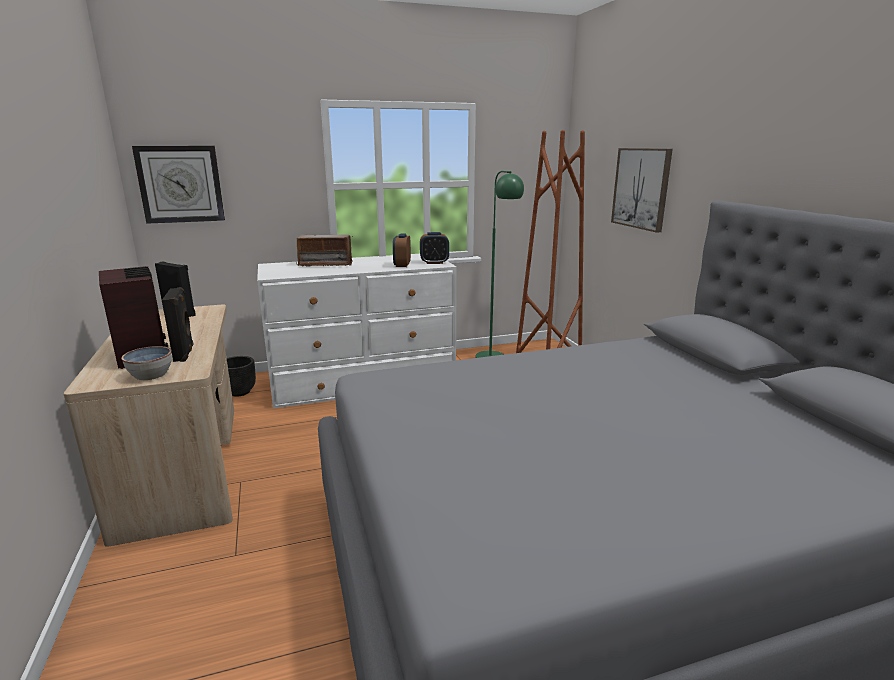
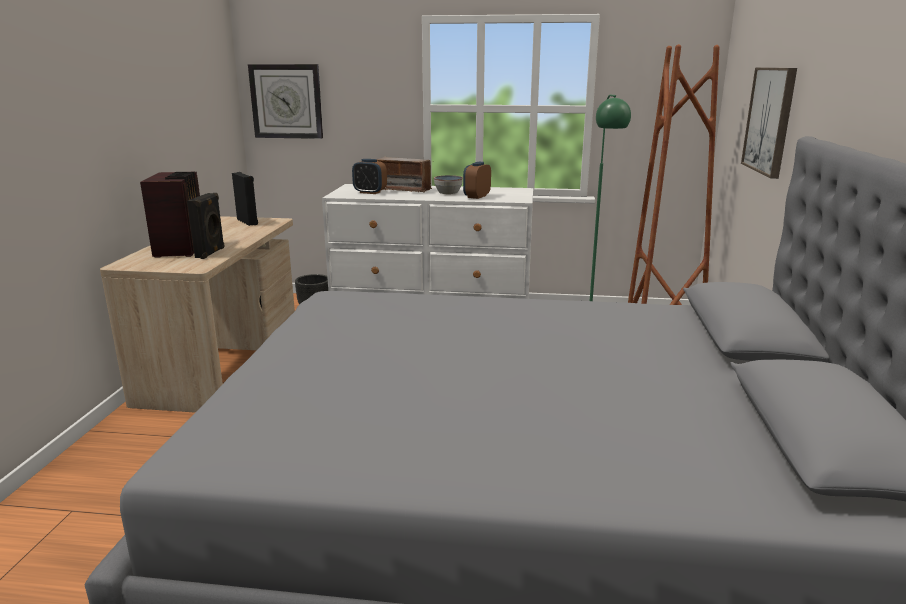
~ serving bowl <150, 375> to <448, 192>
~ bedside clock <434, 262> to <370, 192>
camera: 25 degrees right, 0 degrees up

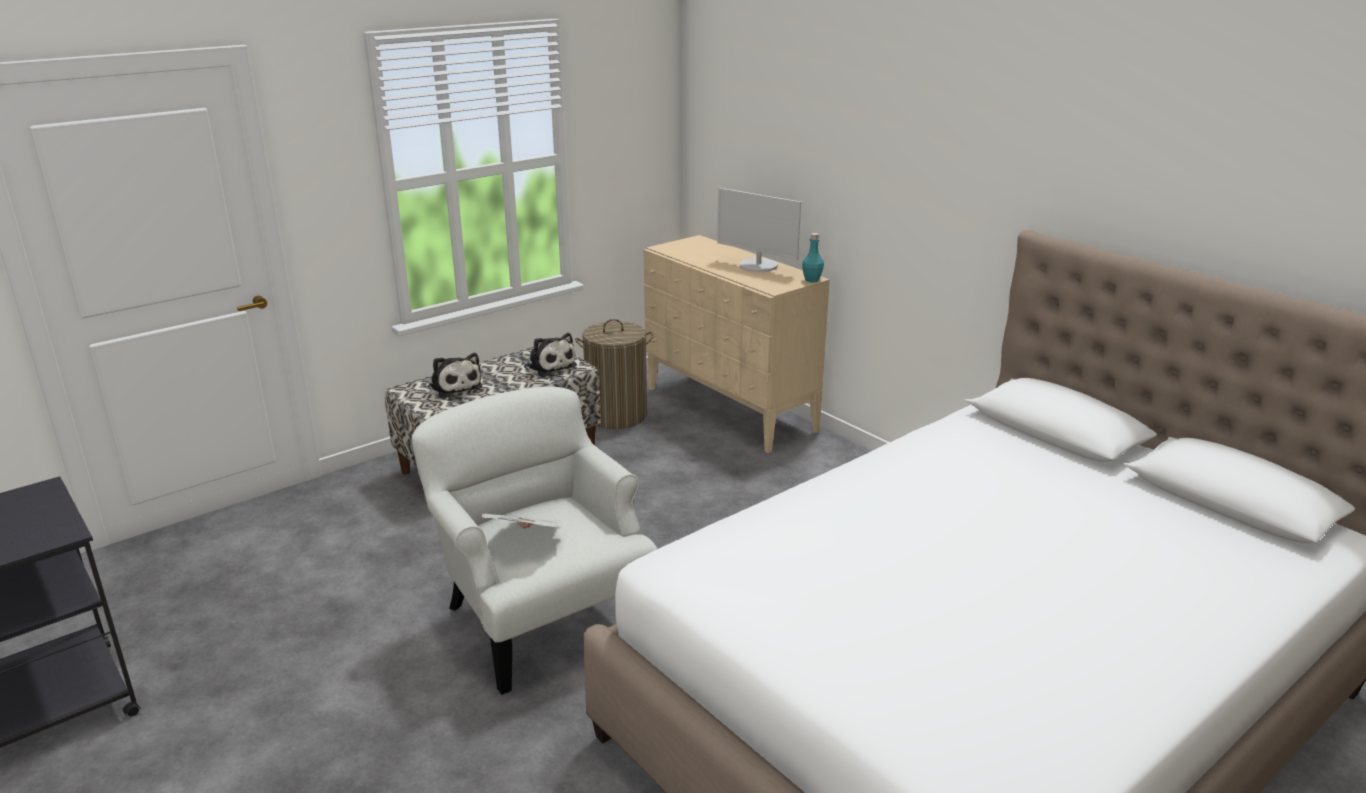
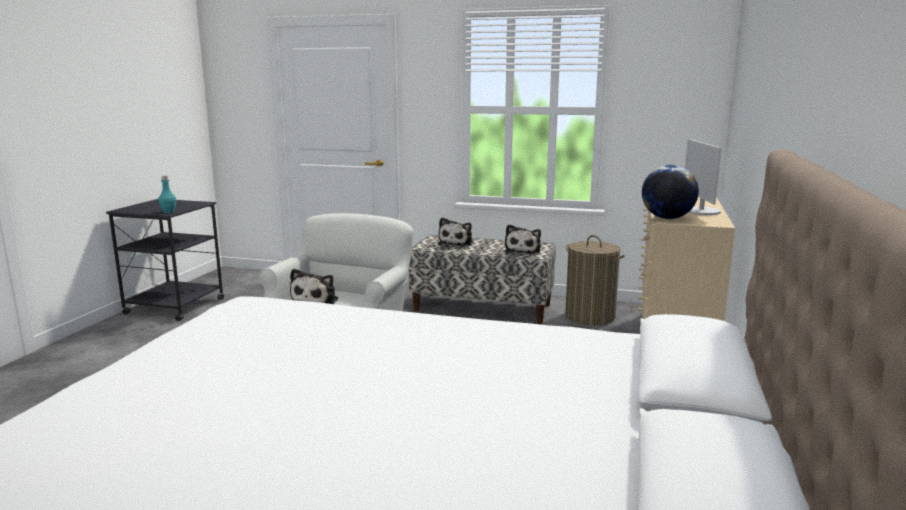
~ daily paper <528, 539> to cuddly toy <316, 301>
~ turquoise-coloured bottle <812, 280> to <168, 212>
+ desk globe <667, 218>
camera: 55 degrees right, 10 degrees down

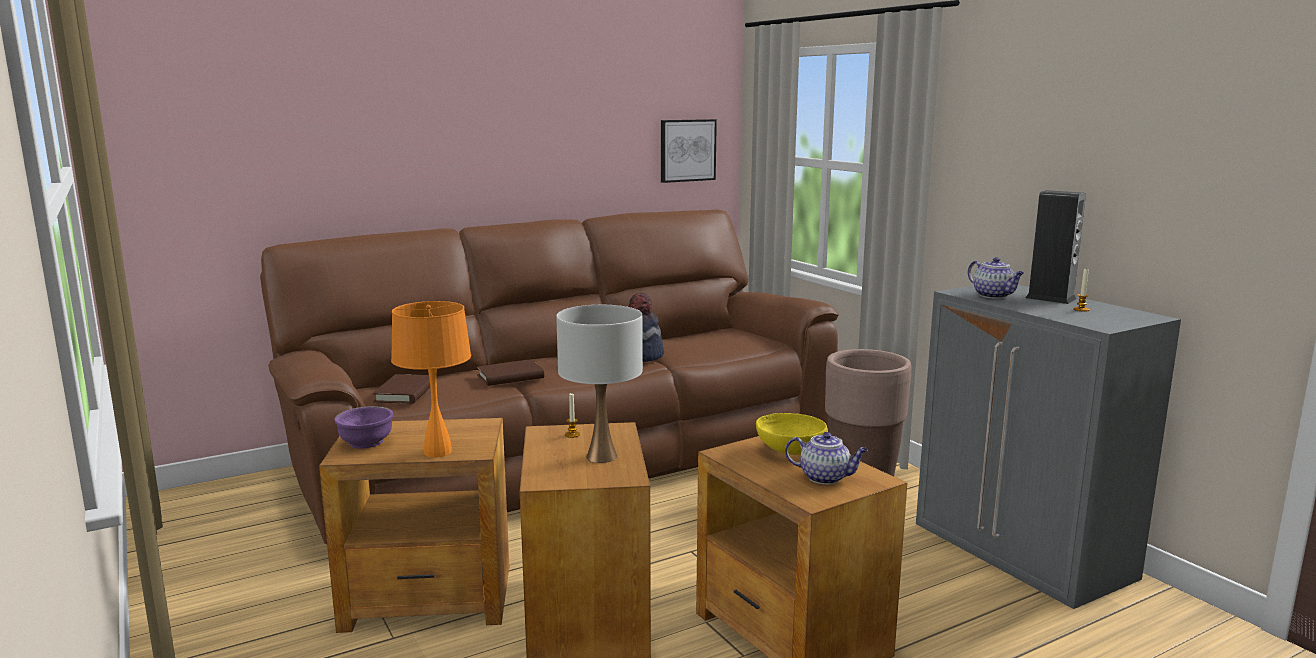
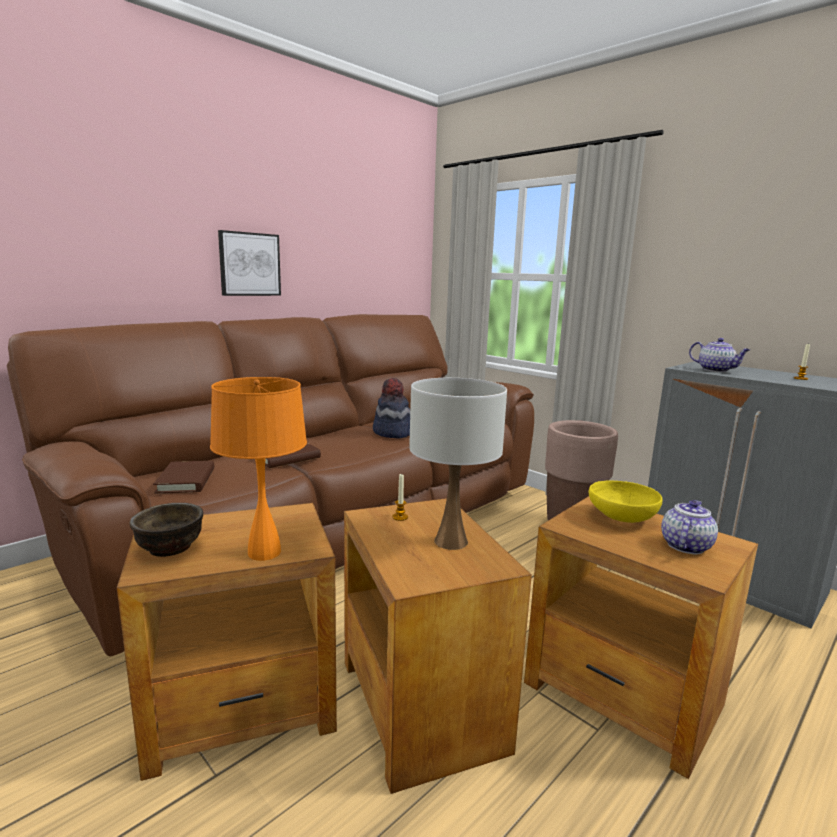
~ purplish serving bowl <367, 442> to brown serving bowl <170, 547>
~ wall picture <687, 150> to <249, 264>
~ teapot <825, 477> = <685, 545> 60 degrees counterclockwise
- audio speaker <1050, 298>
camera: 15 degrees left, 0 degrees up

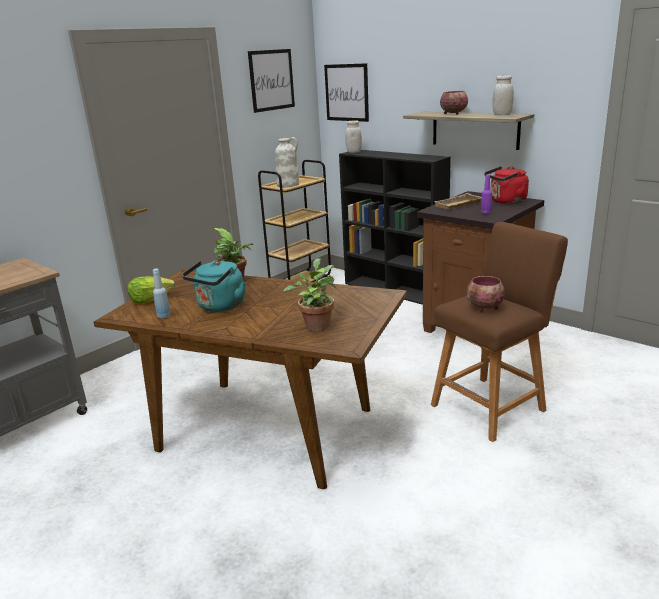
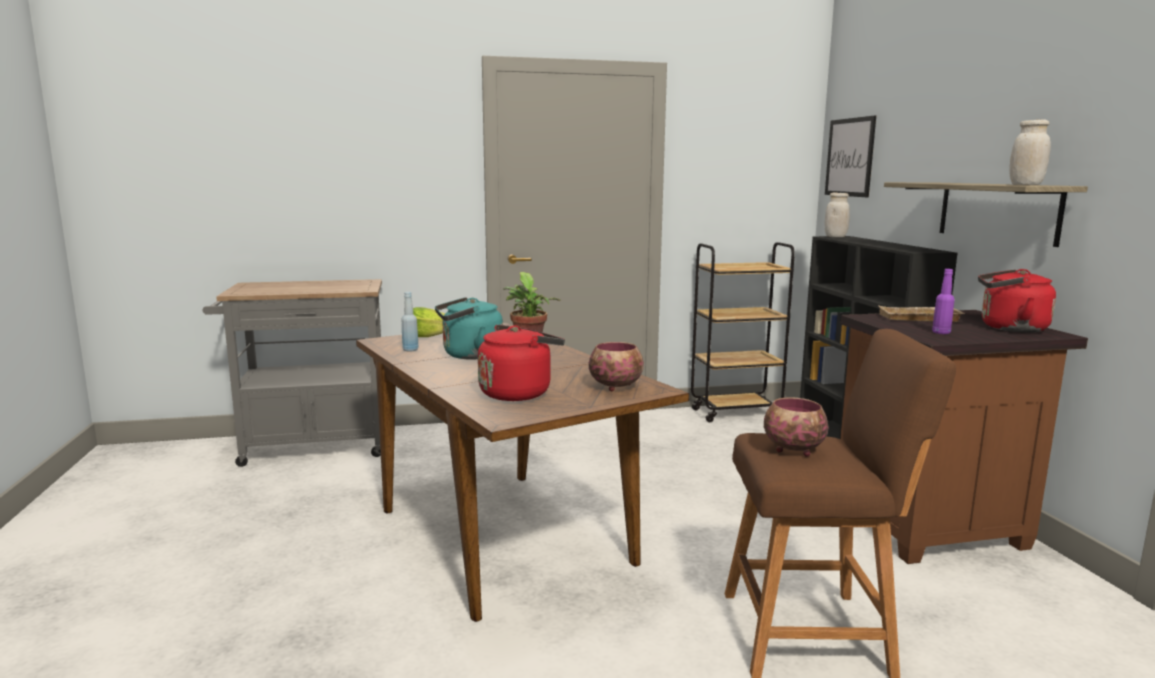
- wall picture <271, 80>
- white-coloured vase <288, 185>
~ potted plant <316, 324> to red-coloured kettle <518, 393>
~ serving bowl <453, 113> to <616, 387>
camera: 35 degrees right, 10 degrees down

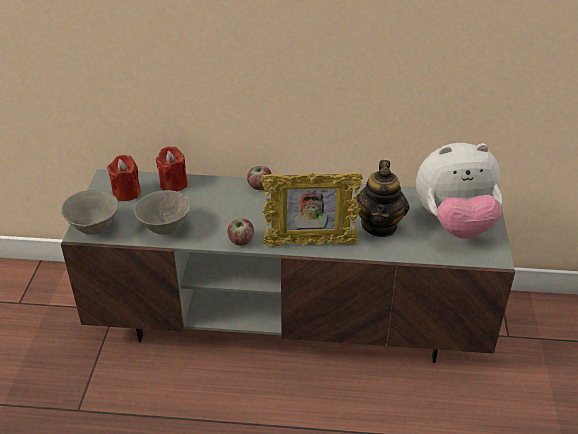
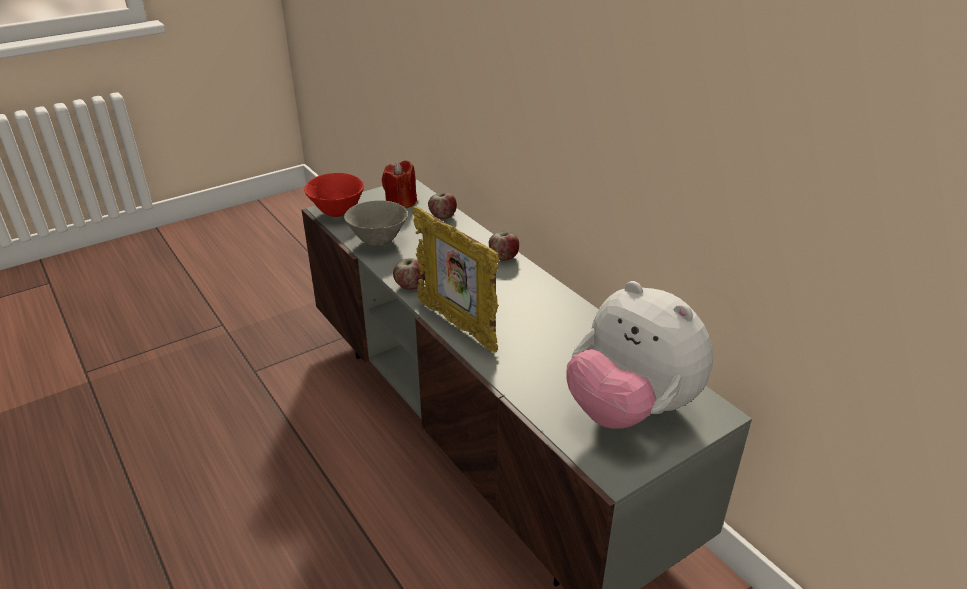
~ greyish serving bowl <95, 228> to red-coloured serving bowl <337, 212>
~ red-coloured wax candle <173, 184> to apple <443, 216>
- teapot <379, 225>
camera: 50 degrees right, 5 degrees down

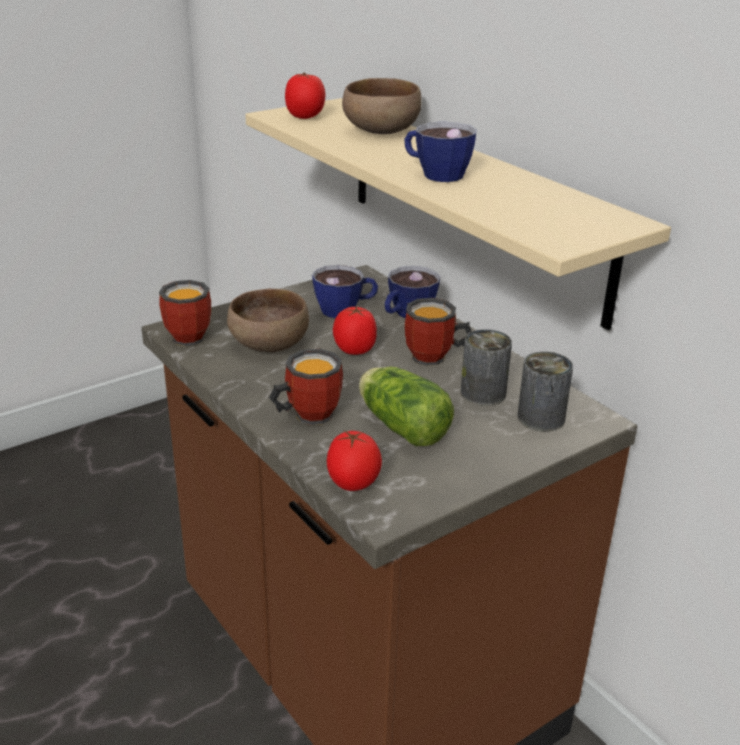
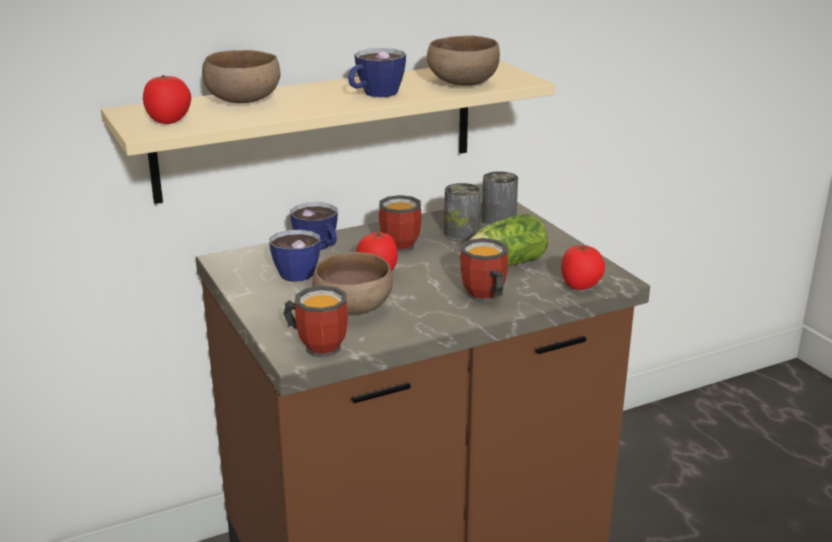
+ brown serving bowl <461, 84>
camera: 80 degrees left, 5 degrees down

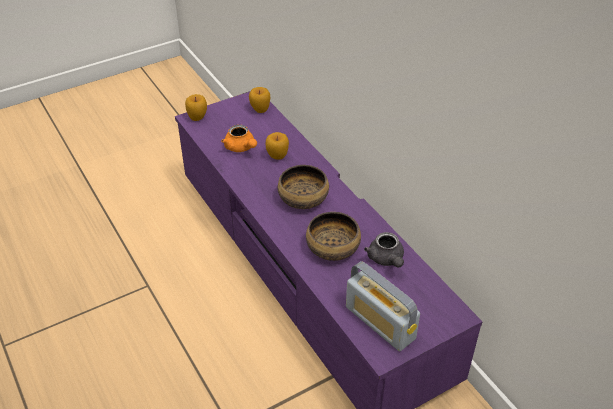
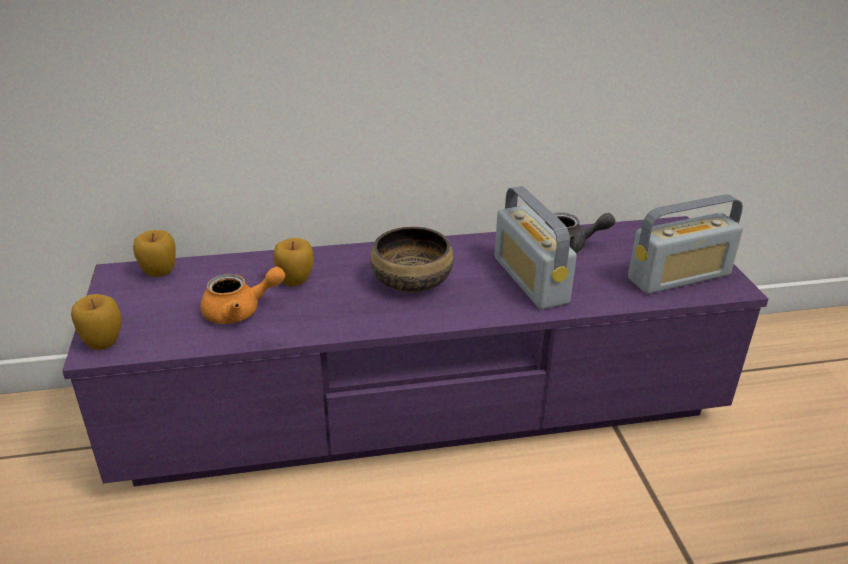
~ serving bowl <332, 248> to radio set <530, 280>
camera: 70 degrees left, 10 degrees down

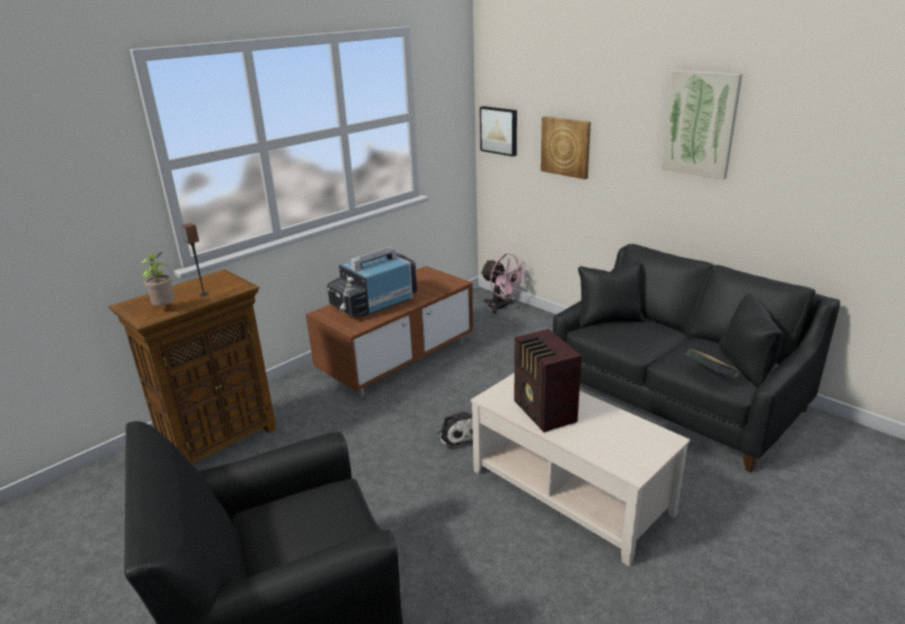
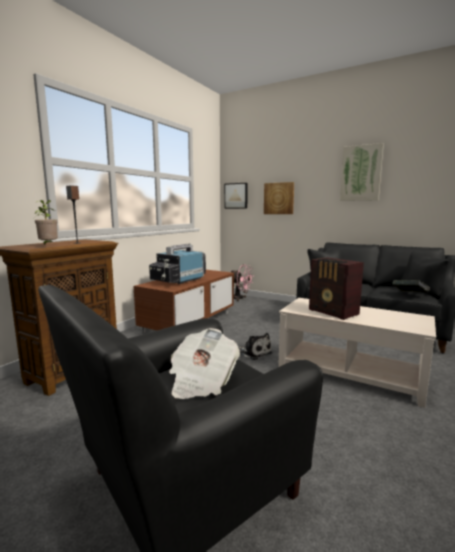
+ daily paper <201, 381>
camera: 15 degrees left, 15 degrees down

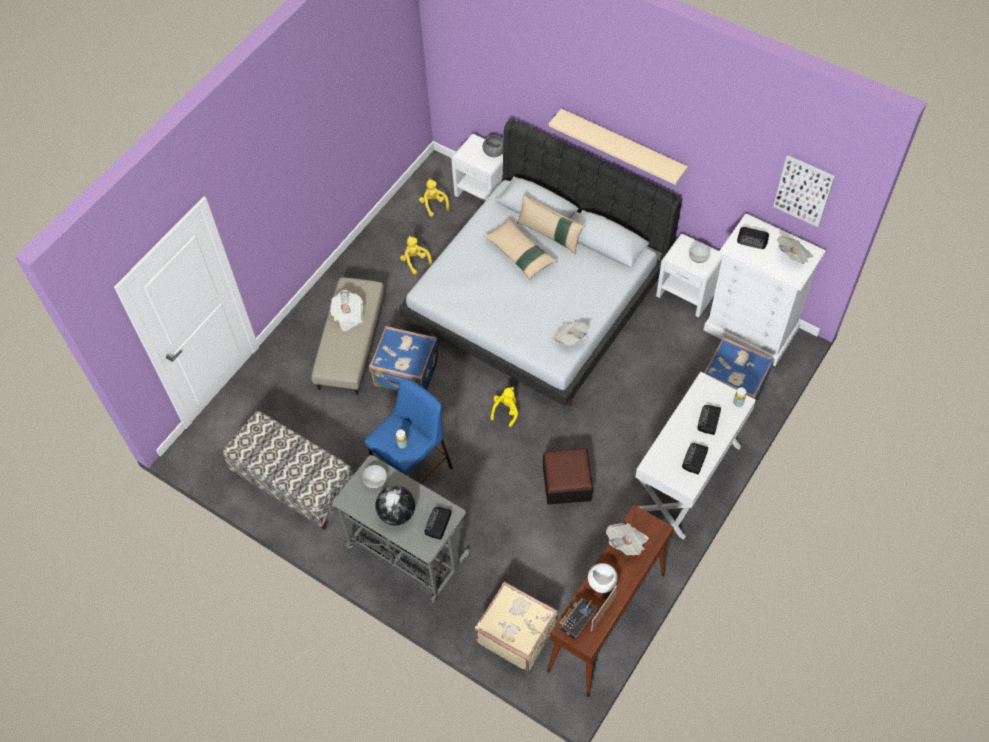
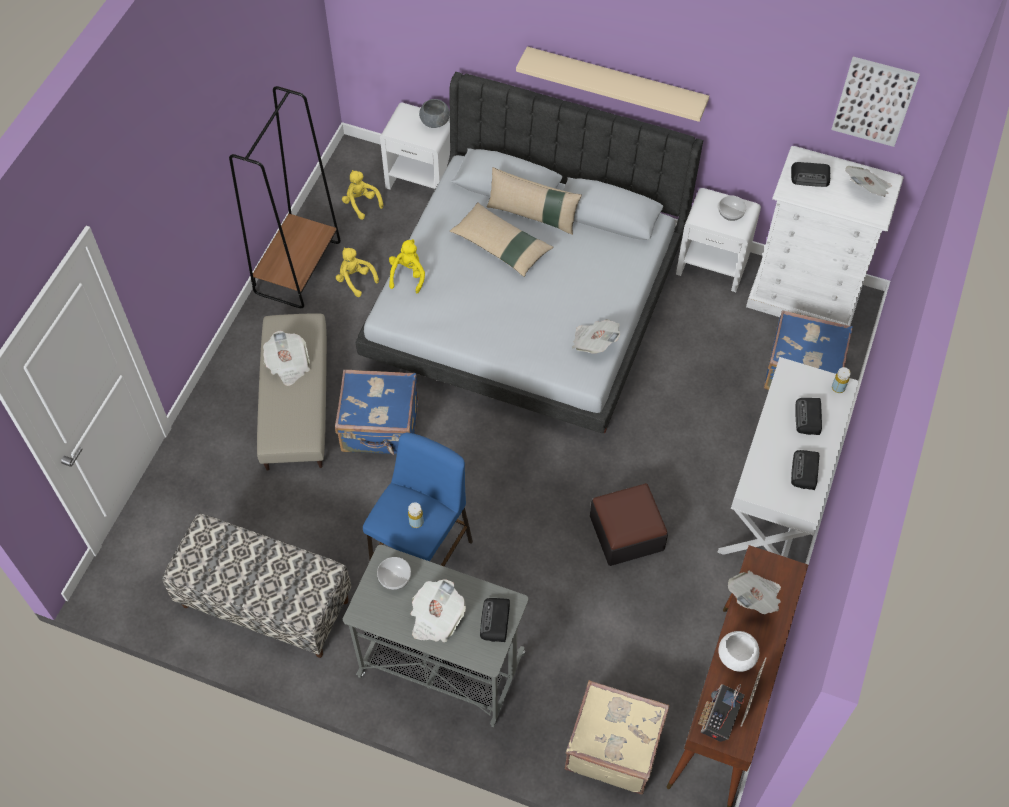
~ desk globe <397, 514> to daily paper <436, 618>
~ yellow-coloured cuddly toy <506, 411> to <408, 275>
+ garment stand <298, 268>
camera: 15 degrees left, 0 degrees up

